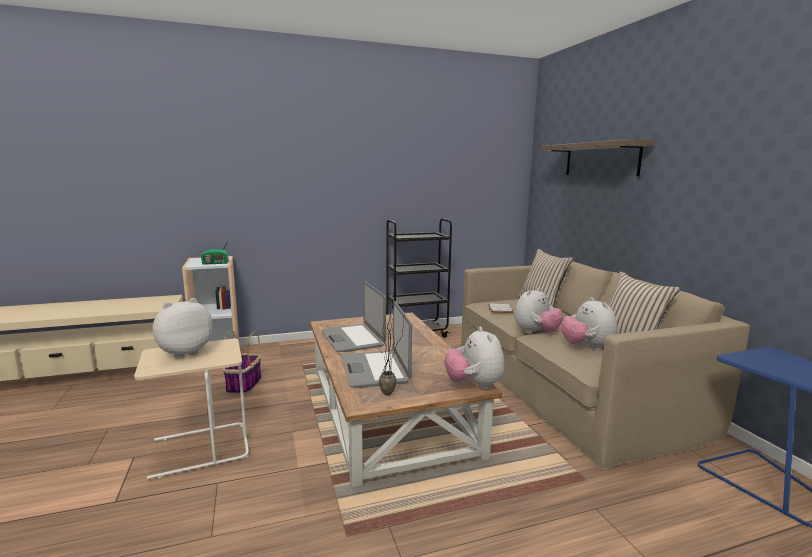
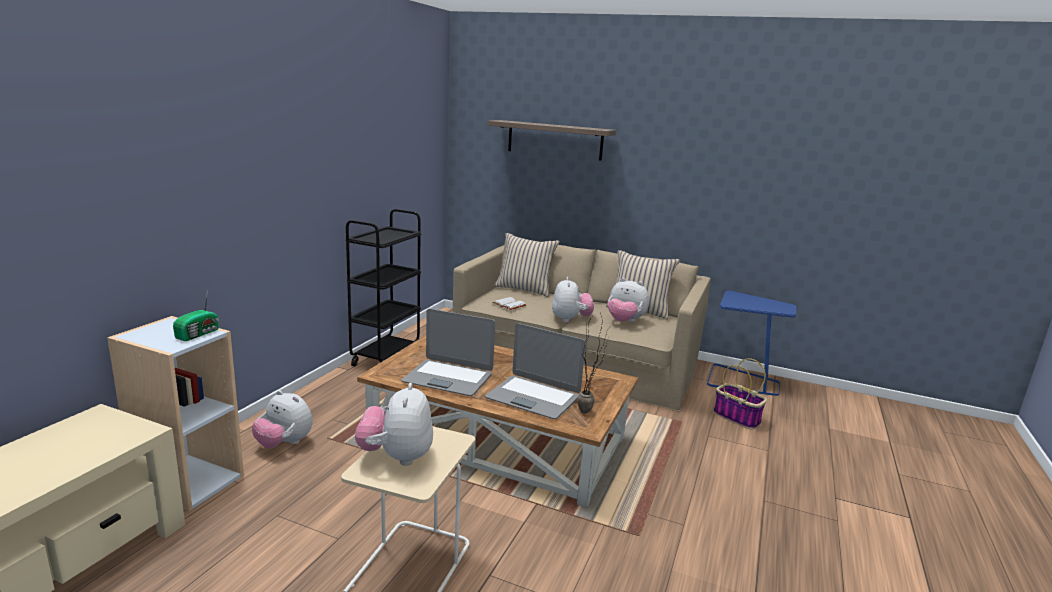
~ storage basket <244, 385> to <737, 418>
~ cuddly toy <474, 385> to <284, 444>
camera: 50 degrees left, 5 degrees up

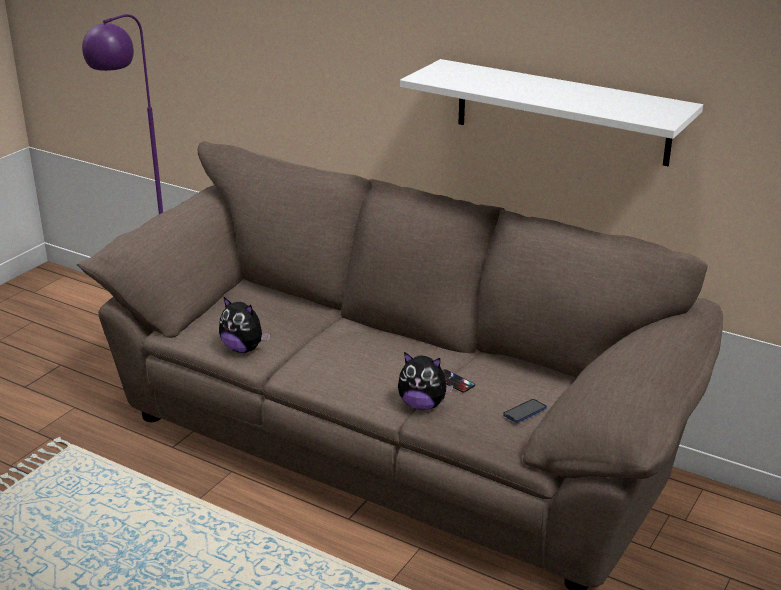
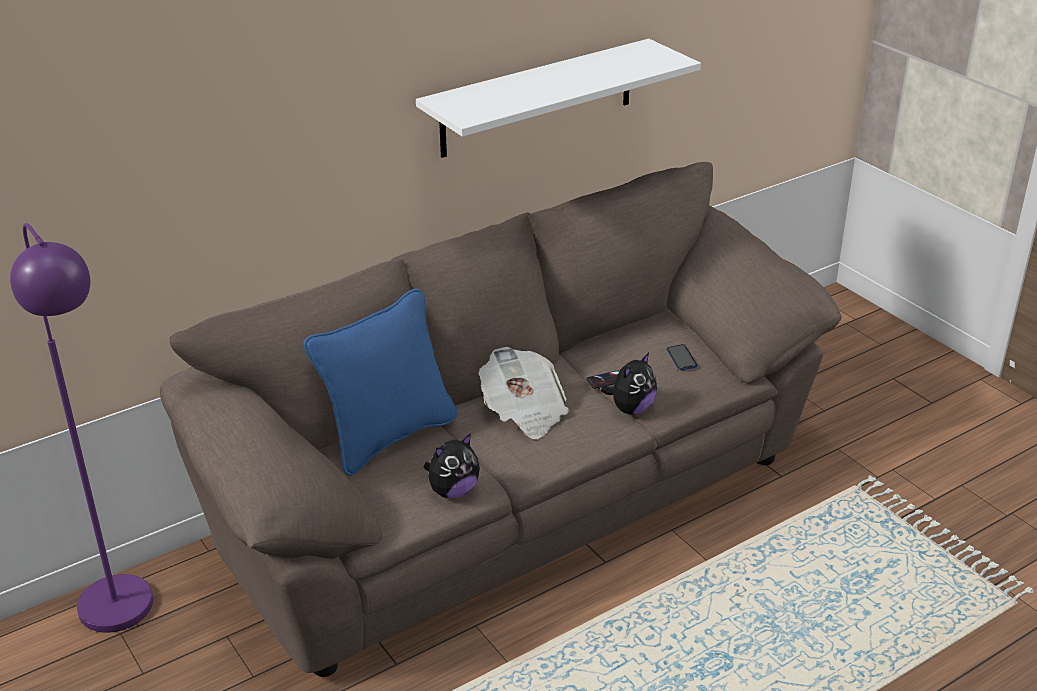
+ blue pillow <388, 436>
+ daily paper <524, 412>
camera: 65 degrees left, 5 degrees up

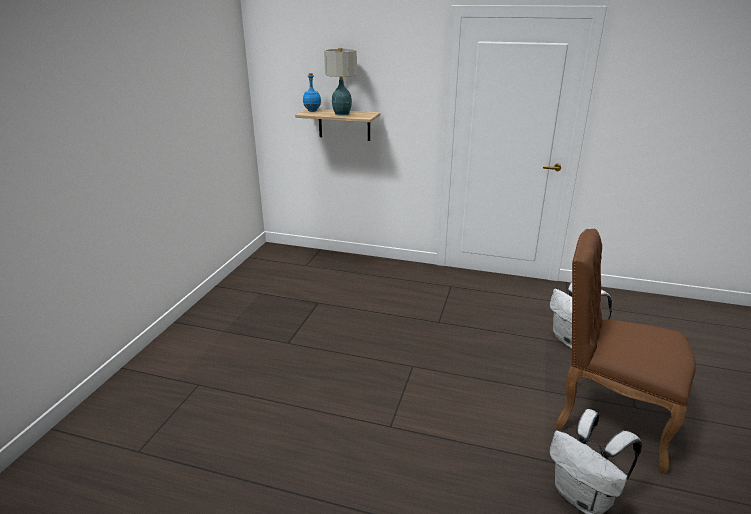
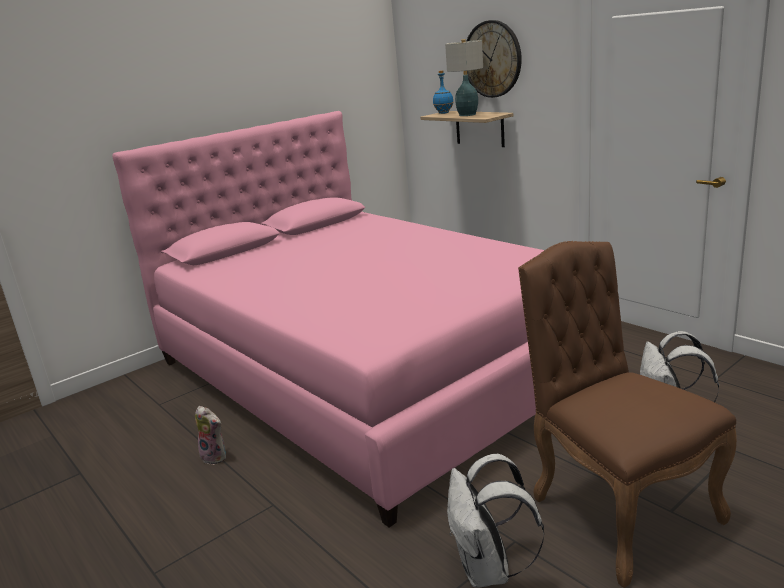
+ pink-coloured bed <366, 370>
+ cuddly toy <216, 456>
+ clock on the wall <492, 59>
camera: 35 degrees right, 5 degrees down

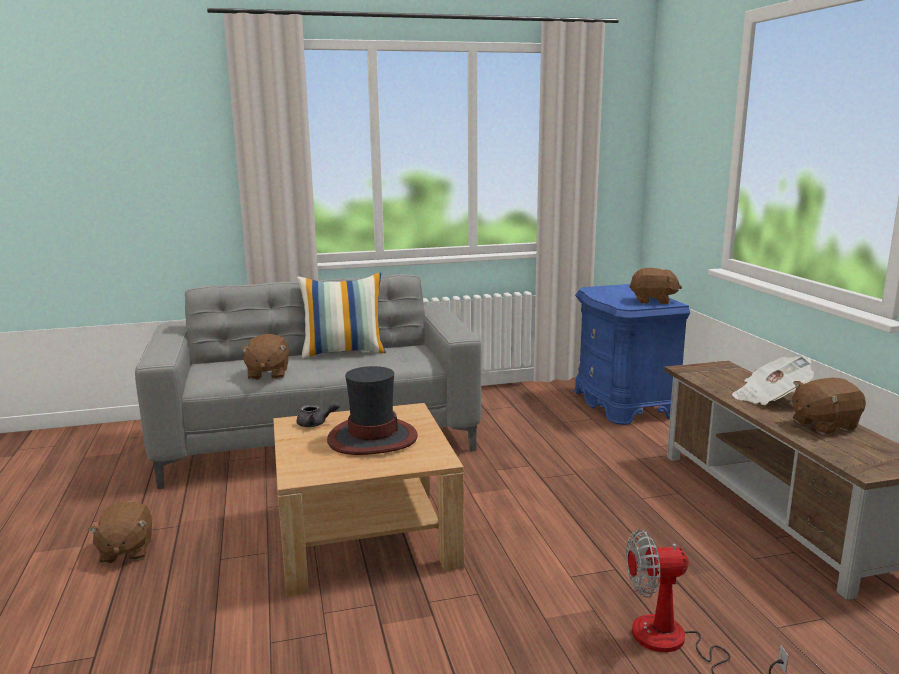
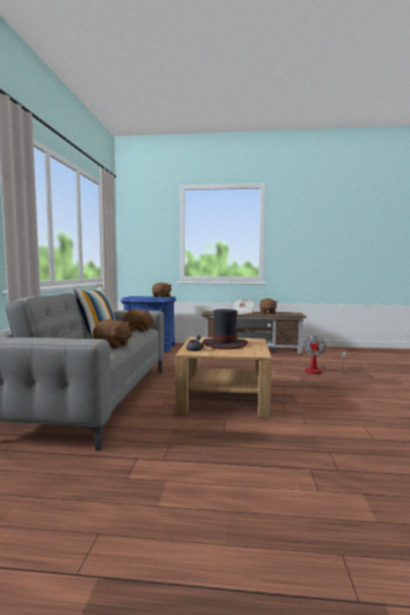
~ brown cuddly toy <126, 551> to <137, 330>
camera: 70 degrees left, 10 degrees down

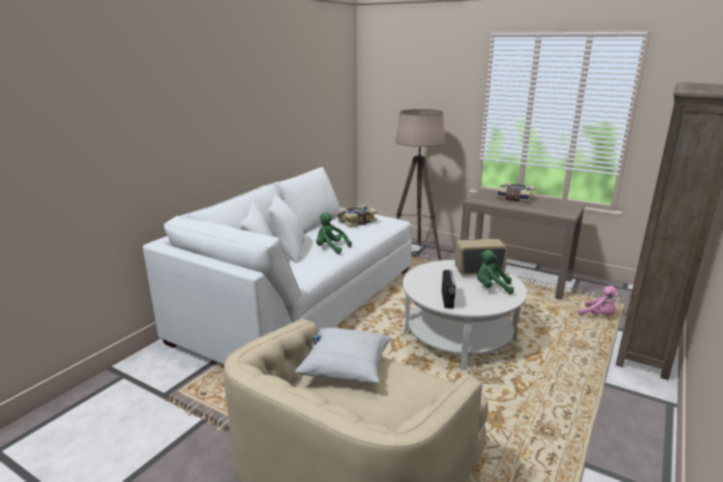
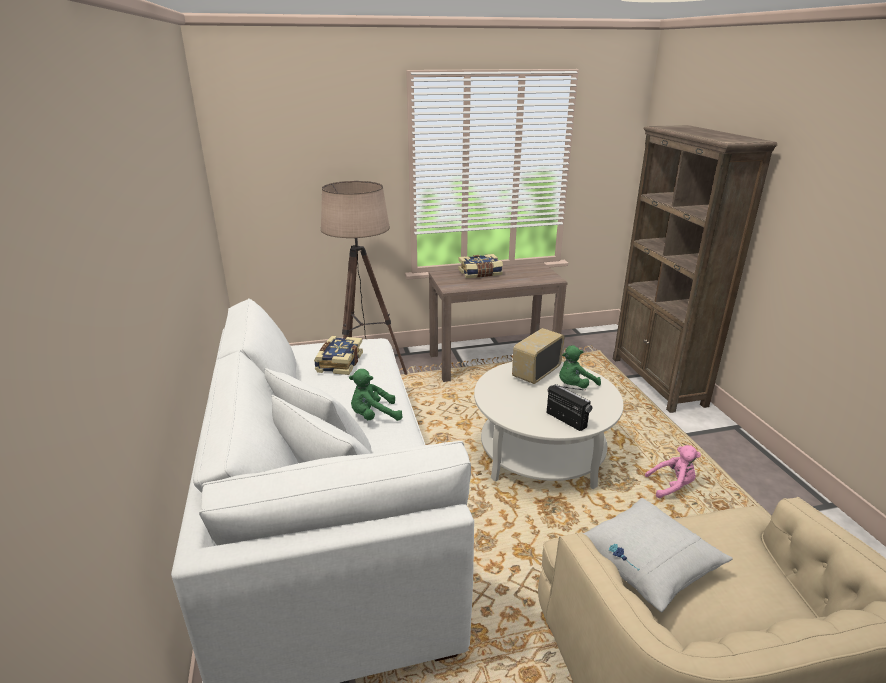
~ pink-coloured cuddly toy <598, 315> to <672, 486>
camera: 45 degrees left, 5 degrees up

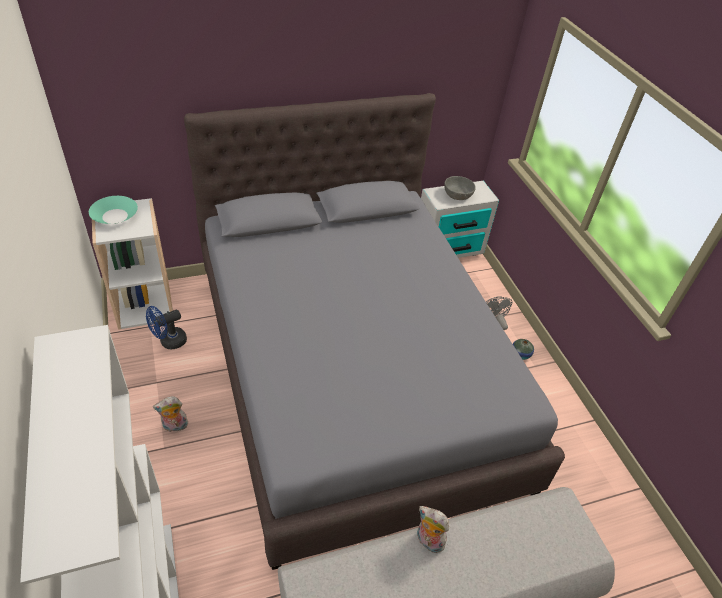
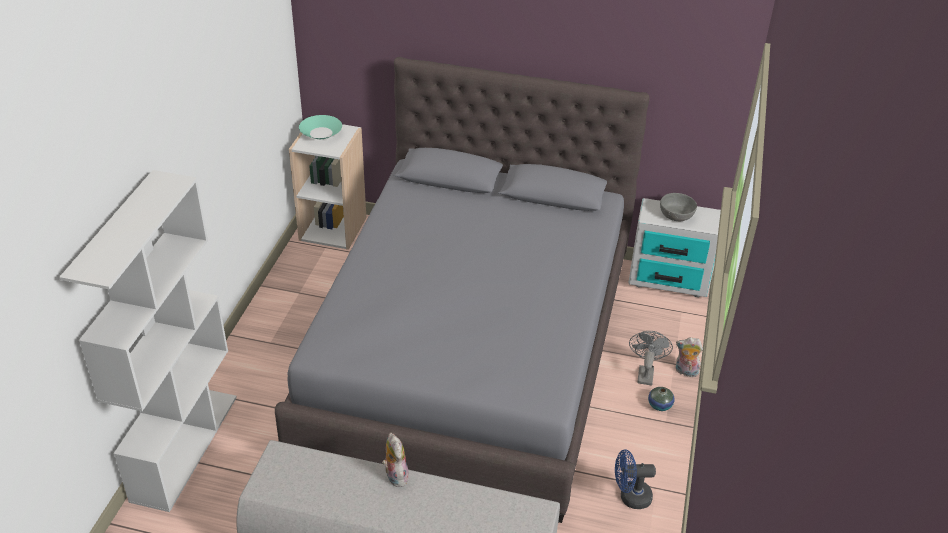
~ blue electric fan <169, 342> to <630, 497>
~ cuddly toy <174, 427> to <685, 372>
camera: 35 degrees right, 5 degrees down

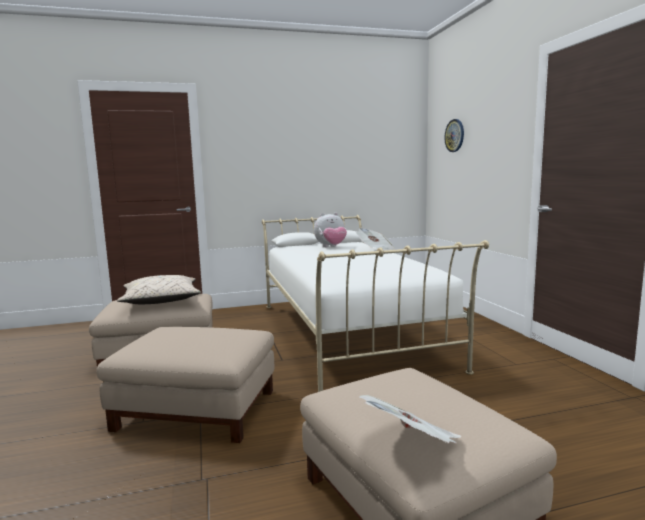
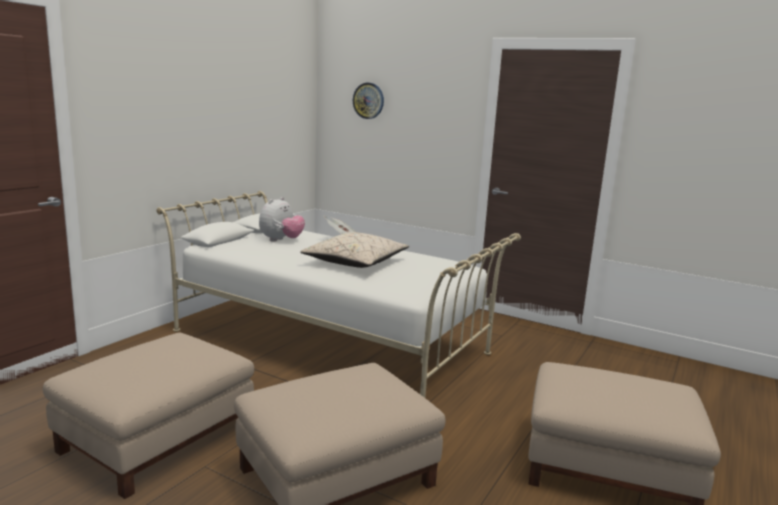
~ beige pillow <161, 301> to <355, 262>
- daily paper <412, 444>
camera: 45 degrees left, 5 degrees up

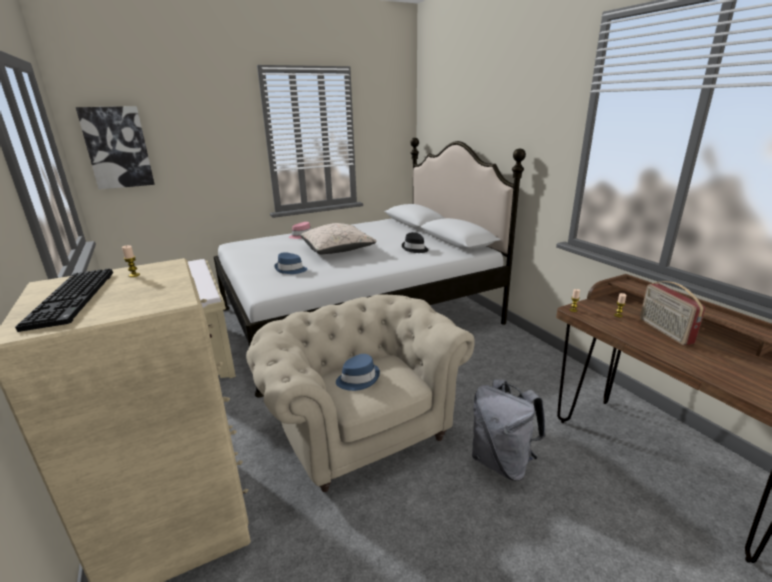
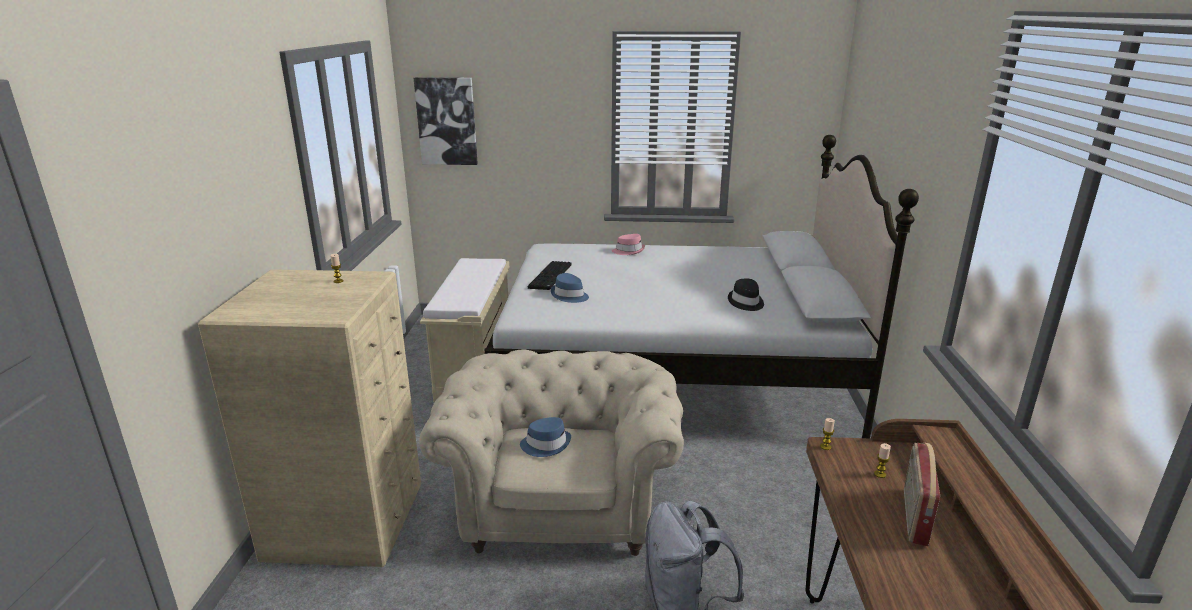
~ computer keyboard <74, 299> to <551, 277>
- beige pillow <338, 250>
camera: 30 degrees right, 0 degrees up

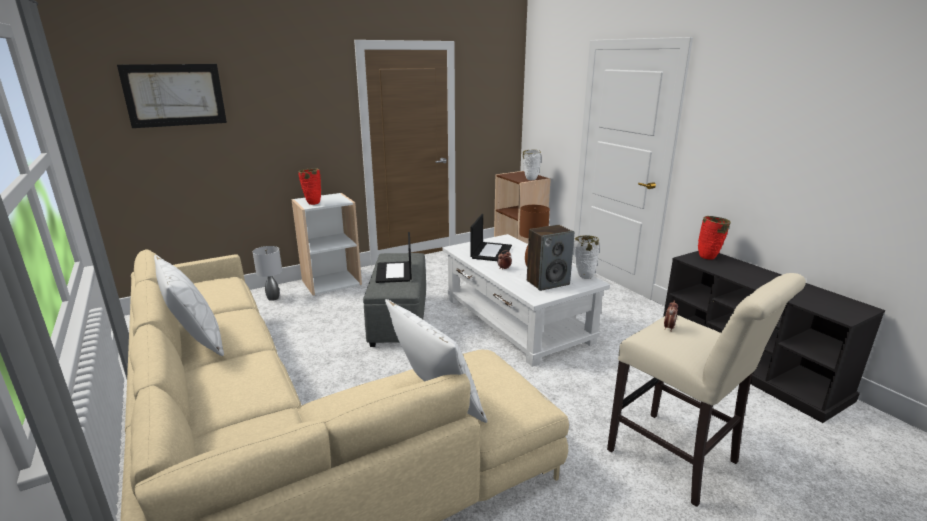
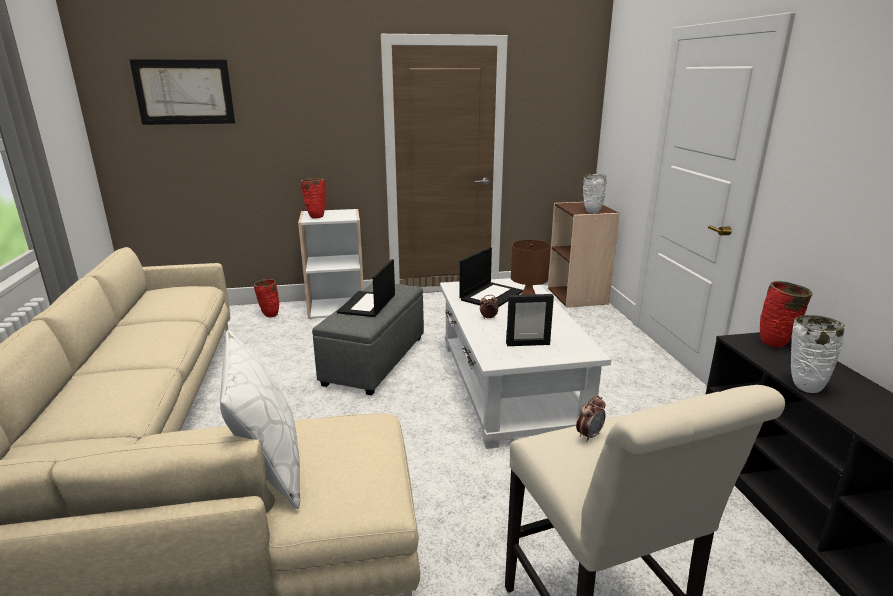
- white-coloured pillow <196, 340>
~ greyish table lamp <273, 298> to red-coloured vase <269, 315>
~ audio speaker <548, 282> to picture frame <527, 343>
~ white-coloured vase <584, 276> to <803, 386>
camera: 20 degrees right, 0 degrees up

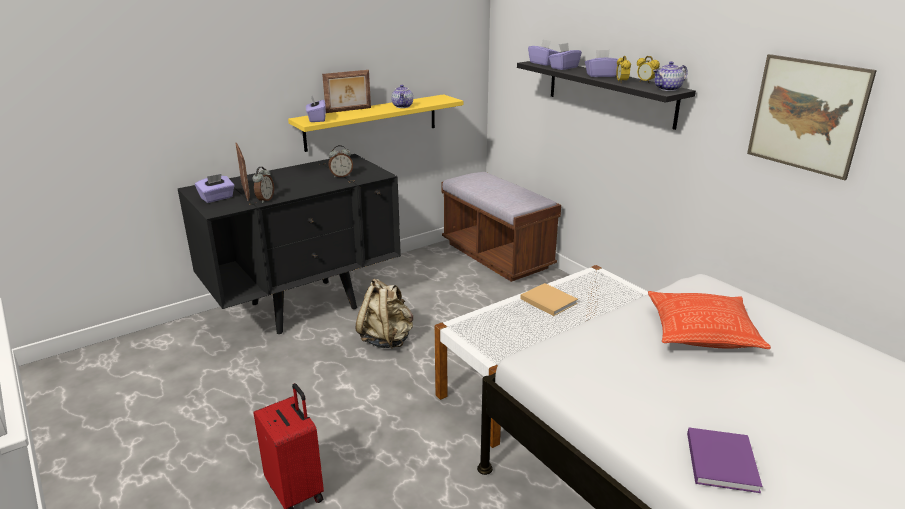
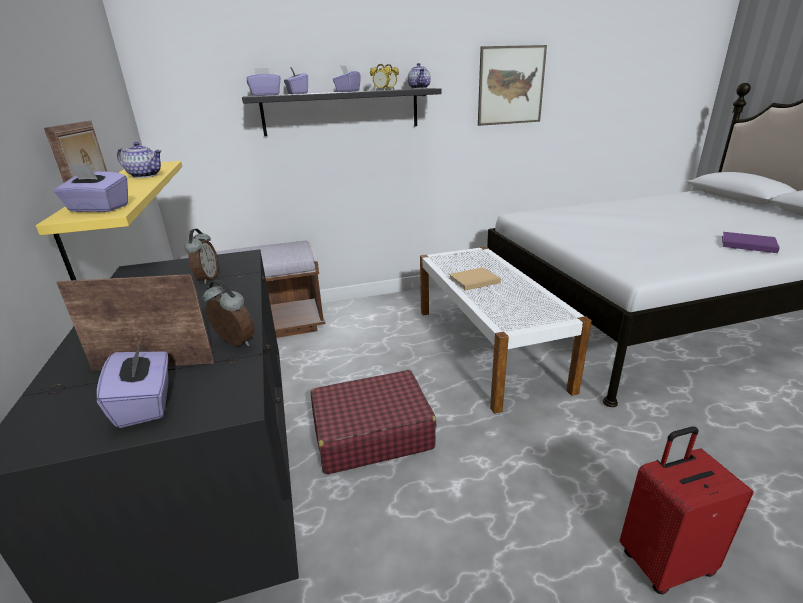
~ beige rucksack <387, 339> to red-coloured suitcase <371, 433>
- orange pillow <701, 333>
camera: 70 degrees left, 0 degrees up

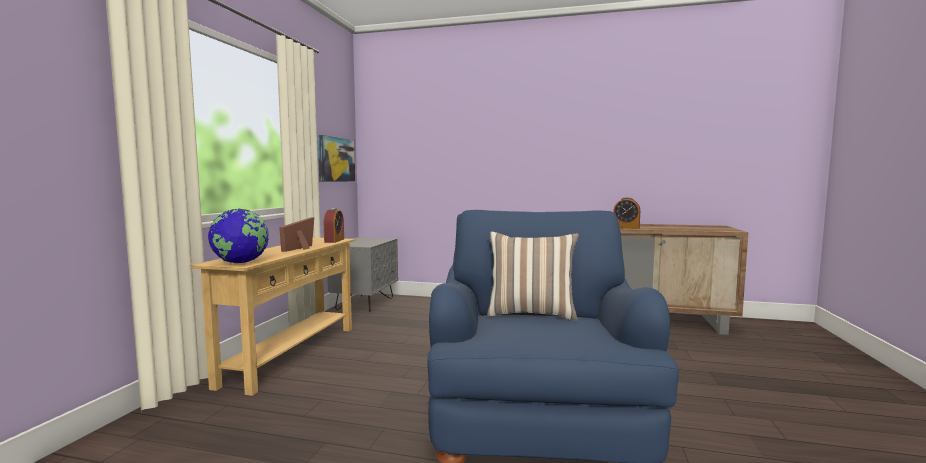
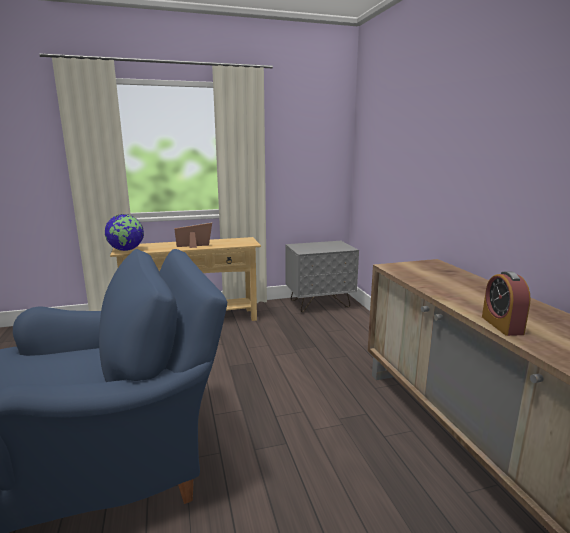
- wall picture <336, 159>
- bedside clock <334, 240>
- pillow <531, 313>
camera: 60 degrees right, 10 degrees up

